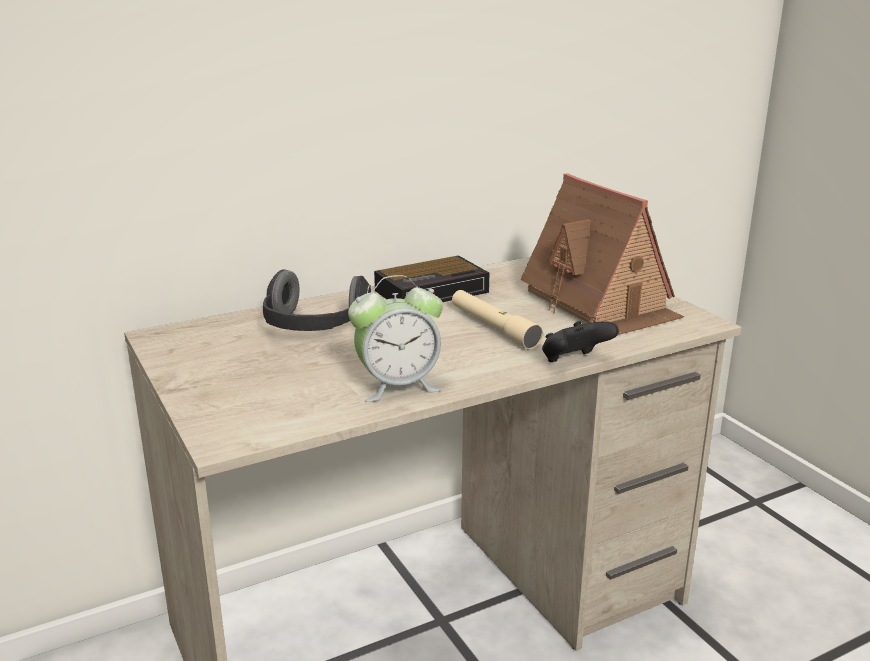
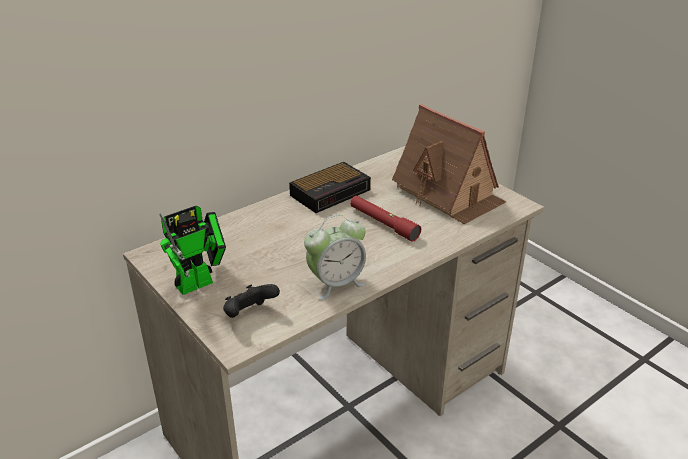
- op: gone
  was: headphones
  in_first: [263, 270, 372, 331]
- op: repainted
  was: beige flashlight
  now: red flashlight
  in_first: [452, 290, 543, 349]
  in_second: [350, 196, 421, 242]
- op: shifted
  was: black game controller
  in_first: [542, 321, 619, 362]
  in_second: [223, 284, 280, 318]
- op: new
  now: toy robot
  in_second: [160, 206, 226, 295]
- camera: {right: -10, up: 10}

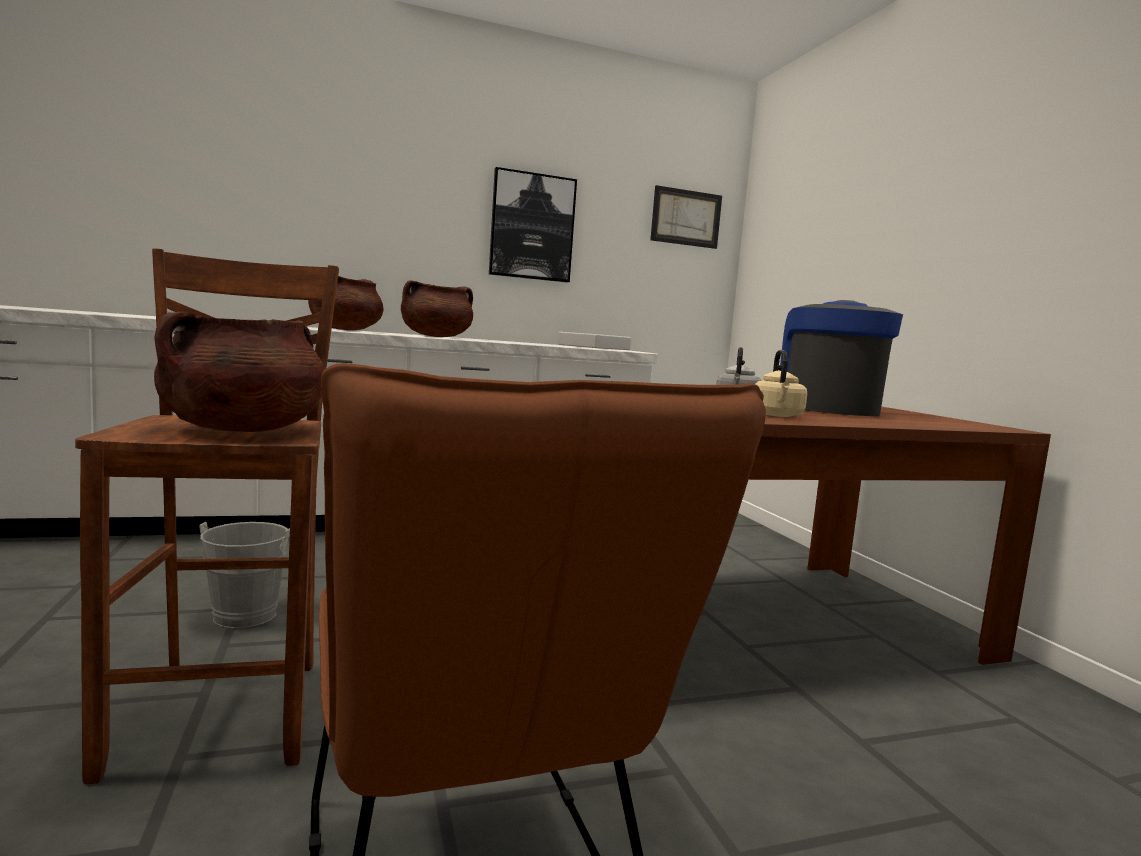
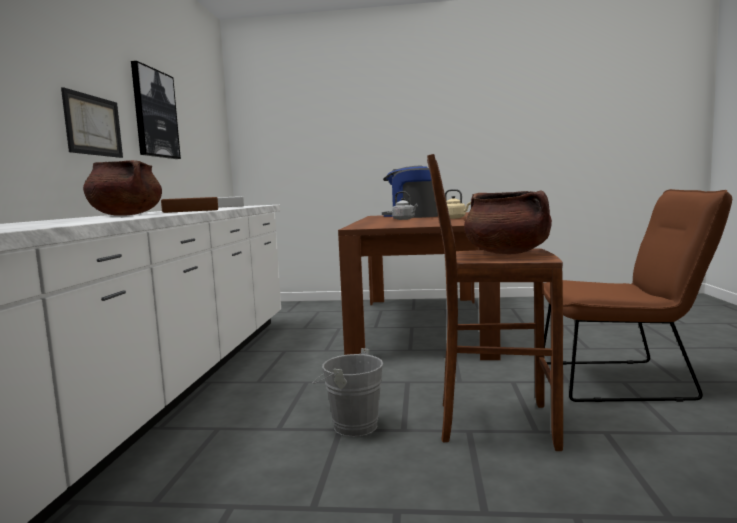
- op: shifted
  was: picture
  in_first: [650, 185, 722, 249]
  in_second: [61, 87, 123, 158]
- op: swapped
  was: brown cooking pot
  now: brown tray
  in_first: [401, 280, 473, 337]
  in_second: [161, 197, 218, 213]
- camera: {right: -65, up: 0}

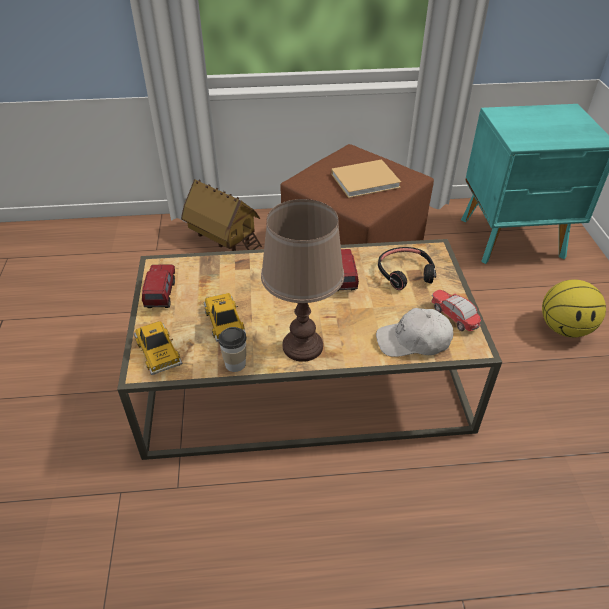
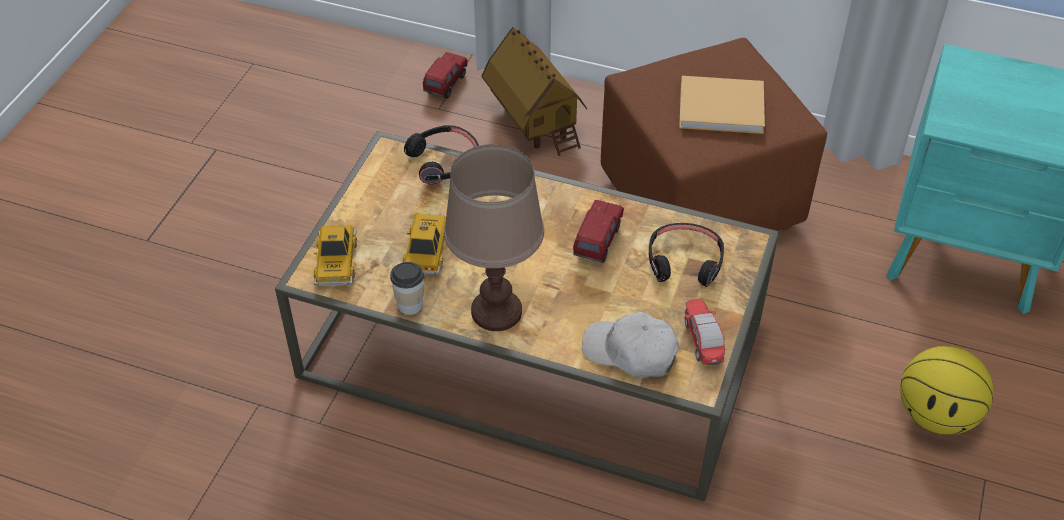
- op: shifted
  was: toy truck
  in_first: [142, 264, 175, 308]
  in_second: [423, 52, 467, 99]
- op: new
  now: black headphones
  in_second: [404, 125, 479, 184]
- camera: {right: 25, up: 5}

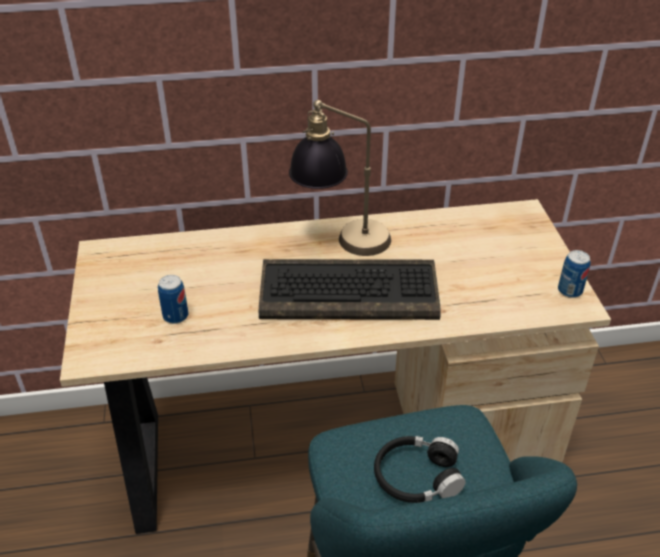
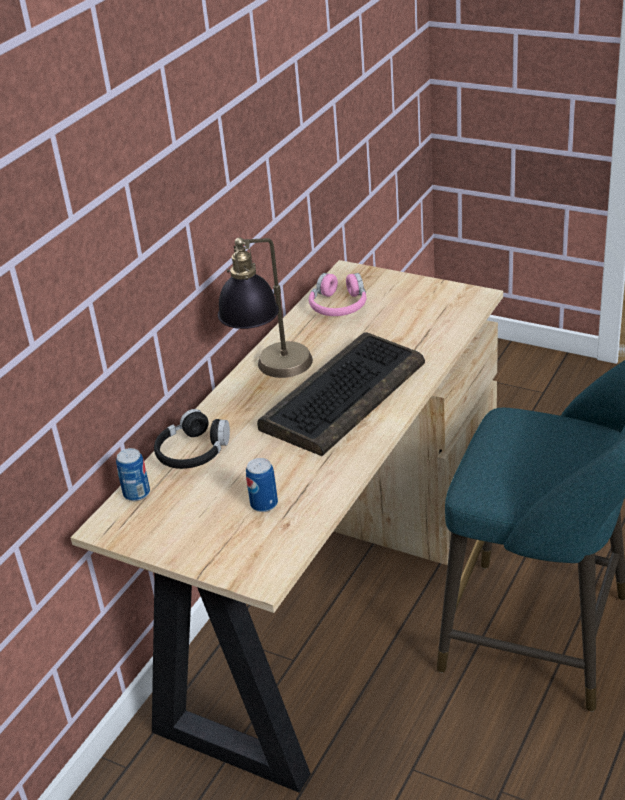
- op: shifted
  was: can
  in_first: [558, 250, 591, 298]
  in_second: [116, 448, 150, 501]
- op: shifted
  was: black headphones
  in_first: [374, 436, 466, 503]
  in_second: [154, 409, 230, 469]
- op: new
  now: pink headphones
  in_second: [309, 273, 366, 316]
- camera: {right: -50, up: -5}

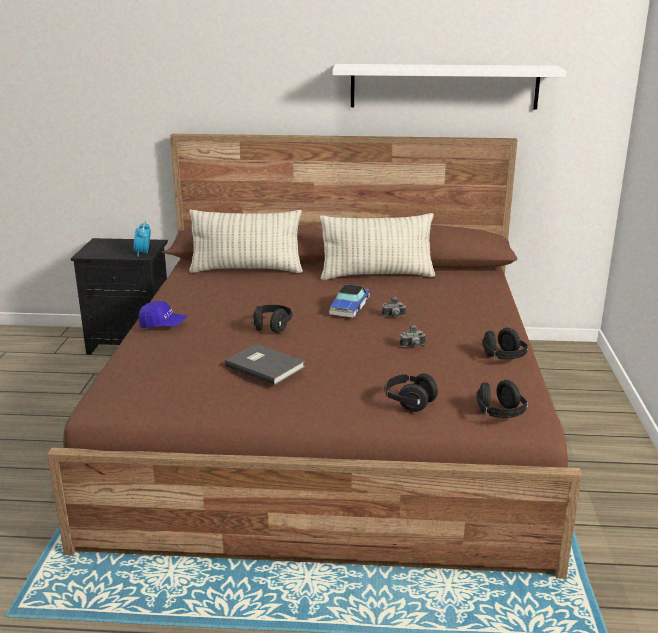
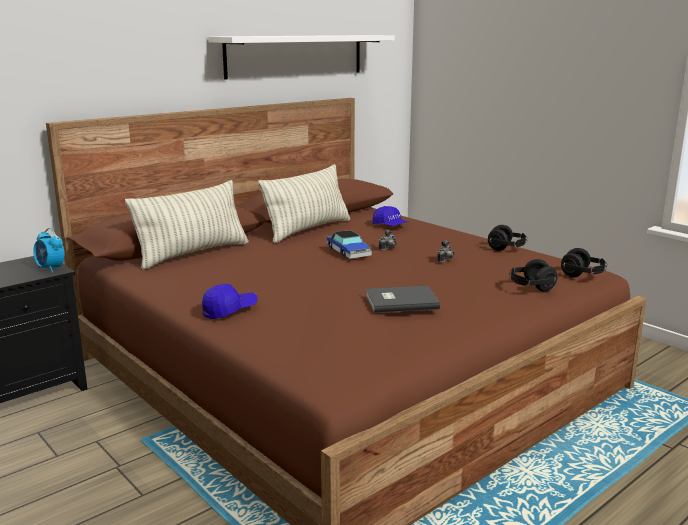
- op: gone
  was: black headphones
  in_first: [253, 305, 292, 333]
- op: new
  now: blue cap
  in_second: [372, 206, 408, 226]
- camera: {right: -45, up: -5}

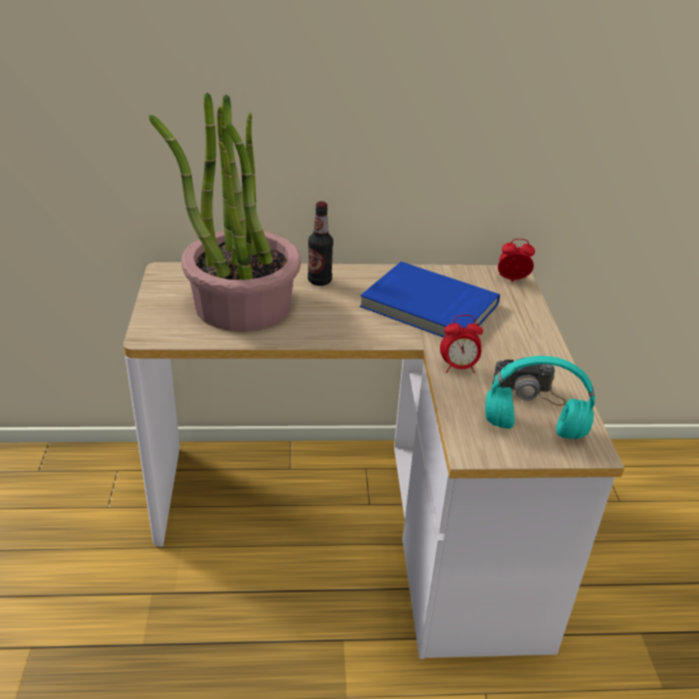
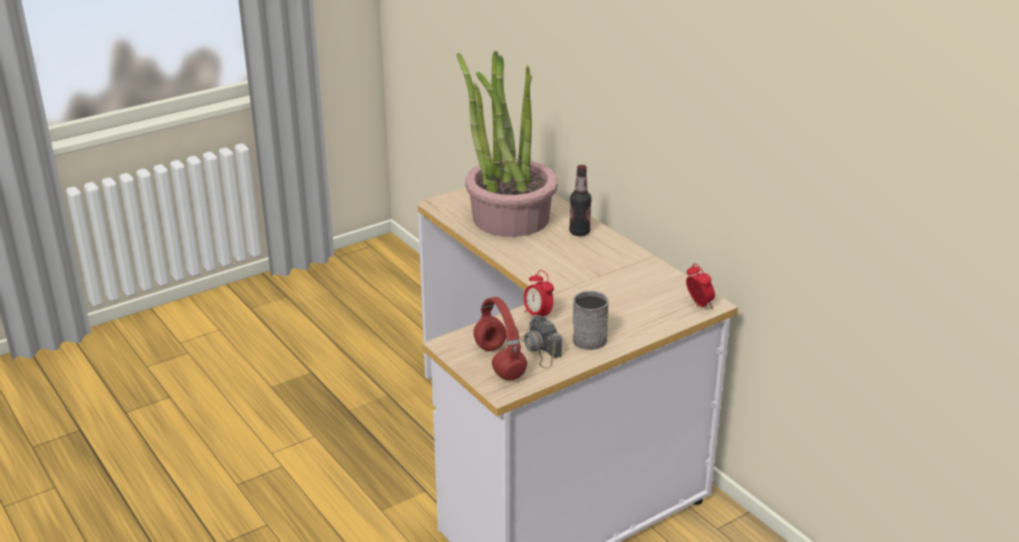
- op: gone
  was: blue book
  in_first: [360, 262, 500, 338]
- op: repainted
  was: turquoise headphones
  now: red headphones
  in_first: [485, 356, 595, 439]
  in_second: [473, 297, 527, 380]
- op: new
  now: grey mug
  in_second: [573, 291, 609, 350]
- camera: {right: 60, up: -5}

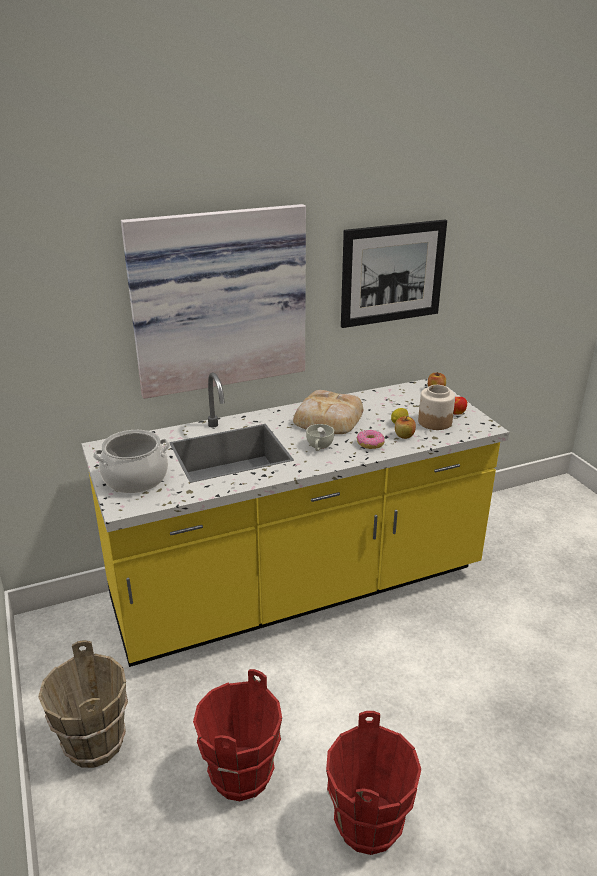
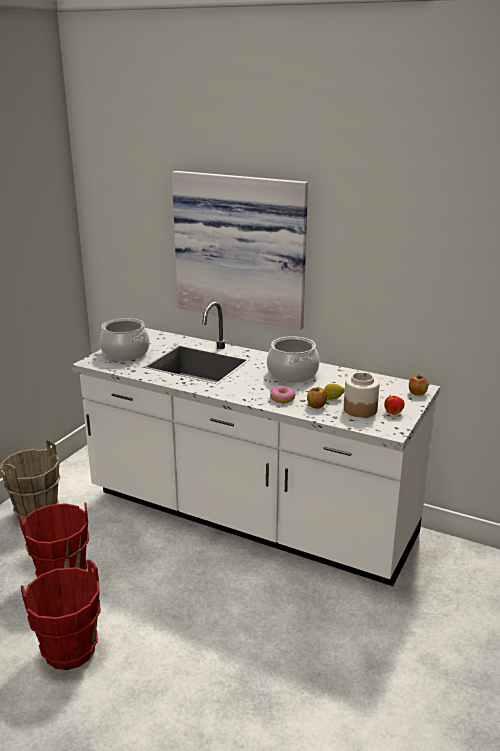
- op: gone
  was: picture
  in_first: [341, 220, 447, 328]
- op: repainted
  was: yellow counter
  now: white counter
  in_first: [81, 372, 509, 667]
  in_second: [72, 302, 440, 586]
- op: swapped
  was: bread
  now: cooking pot
  in_first: [293, 390, 363, 434]
  in_second: [267, 336, 319, 383]
- op: gone
  was: white cup
  in_first: [306, 424, 334, 451]
- camera: {right: 50, up: -5}

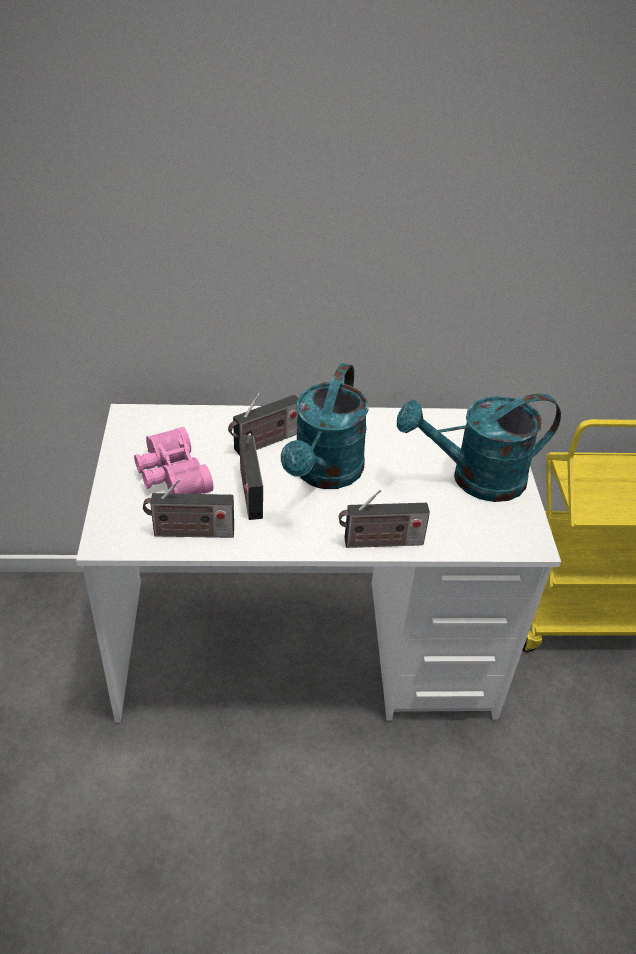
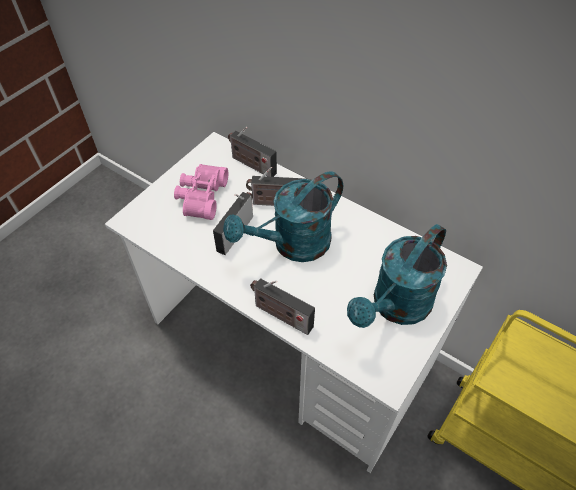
- op: rotated
  was: turquoise watering can
  in_first: [397, 393, 561, 502]
  in_second: [347, 224, 447, 328]
  clockwise: -75
- op: shifted
  was: radio
  in_first: [143, 479, 234, 538]
  in_second: [228, 127, 277, 177]
- camera: {right: 40, up: 10}

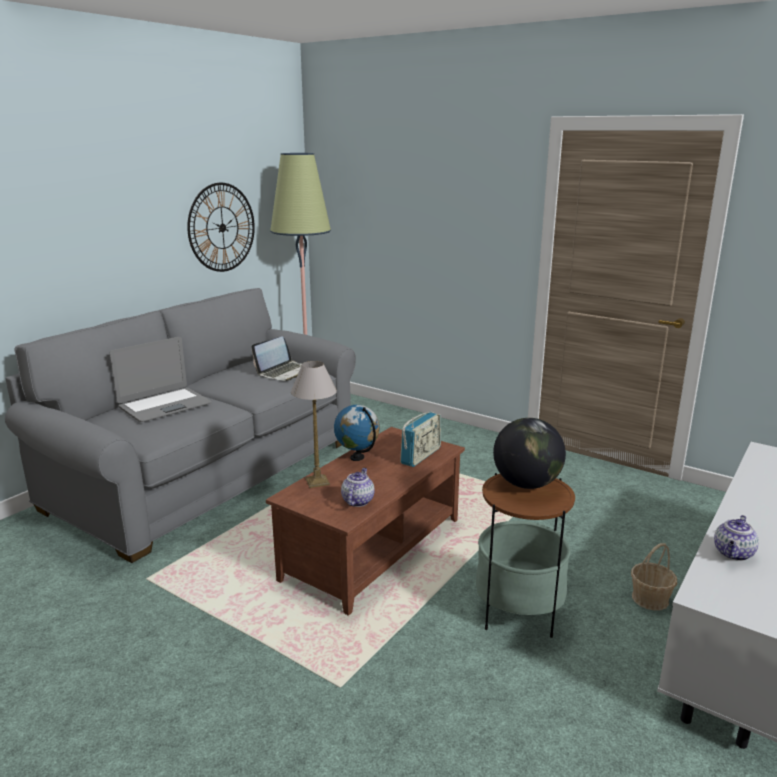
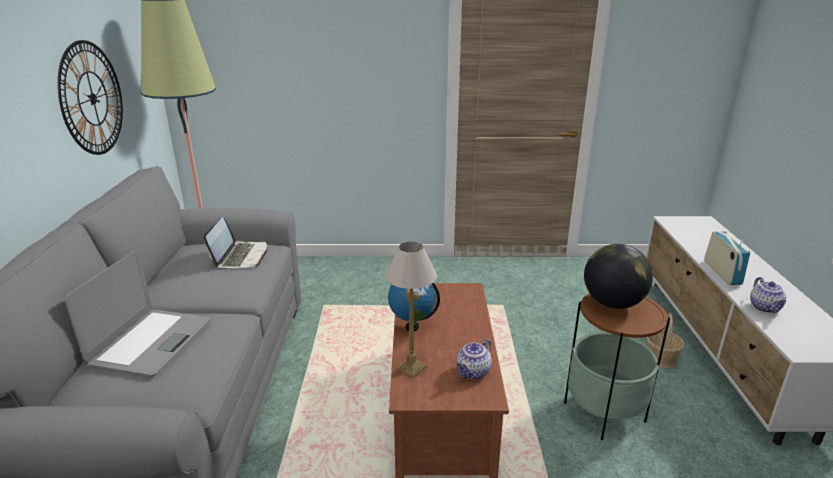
- op: shifted
  was: radio
  in_first: [400, 412, 441, 467]
  in_second: [704, 231, 750, 285]
- op: rotated
  was: teapot
  in_first: [341, 468, 375, 507]
  in_second: [457, 339, 492, 379]
  clockwise: -120
- camera: {right: -35, up: 5}

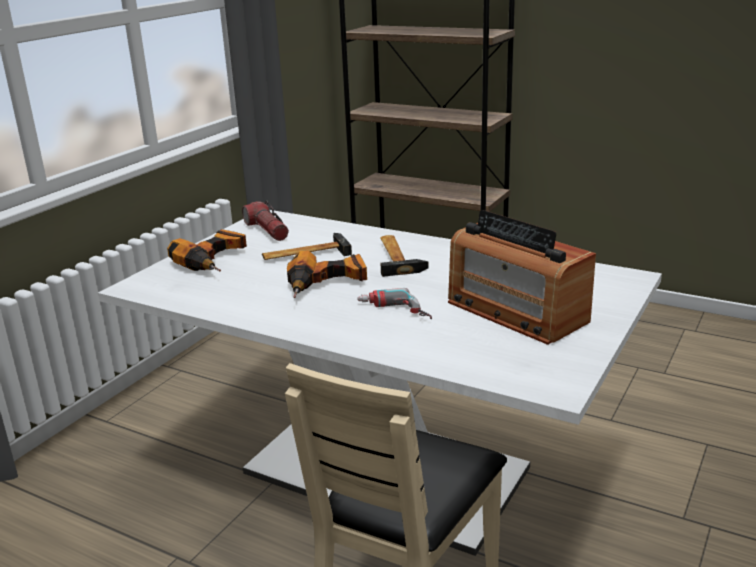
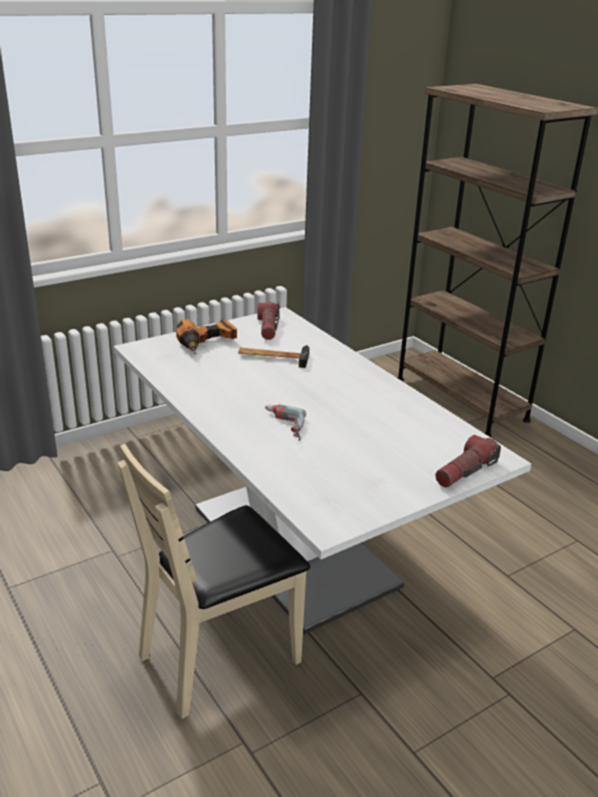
- op: gone
  was: radio
  in_first: [448, 210, 596, 345]
- op: gone
  was: hammer
  in_first: [380, 235, 429, 277]
- op: gone
  was: power drill
  in_first: [287, 251, 367, 298]
- op: new
  now: flashlight
  in_second: [435, 435, 501, 488]
- camera: {right: 25, up: 5}

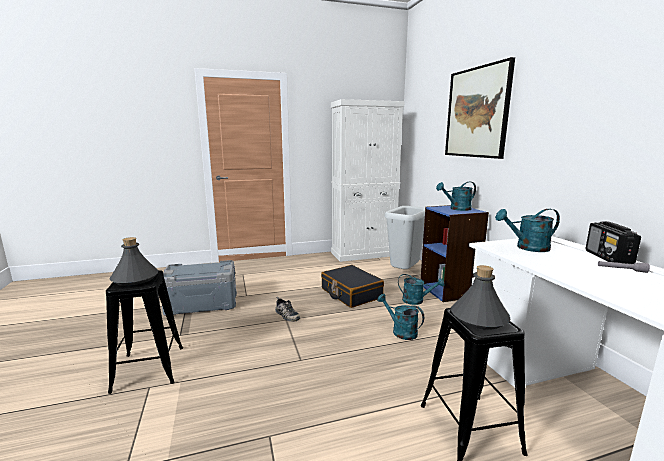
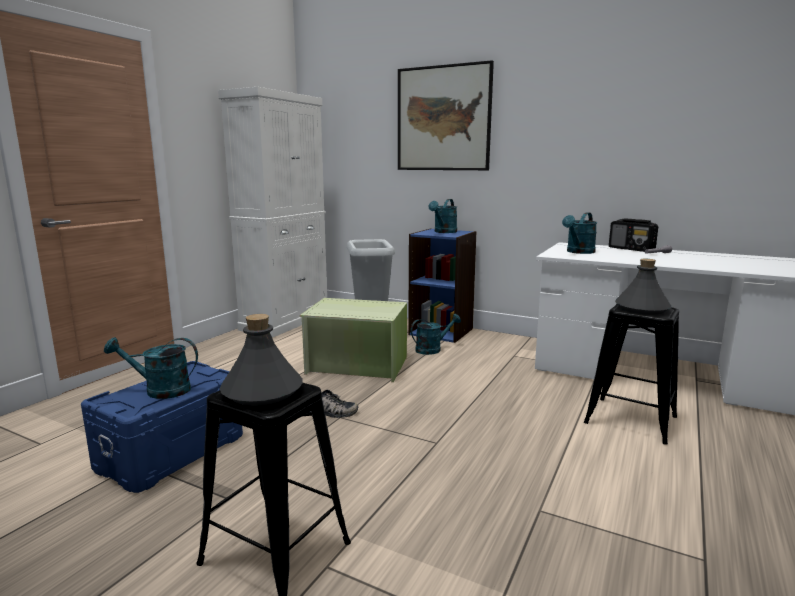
- op: repainted
  was: grey storage box
  now: blue storage box
  in_first: [162, 260, 237, 316]
  in_second: [81, 361, 243, 493]
- op: swapped
  was: black suitcase
  now: green storage box
  in_first: [321, 265, 384, 308]
  in_second: [300, 298, 407, 382]
- op: shifted
  was: turquoise watering can
  in_first: [377, 294, 424, 340]
  in_second: [104, 337, 198, 399]
- camera: {right: -45, up: 0}

